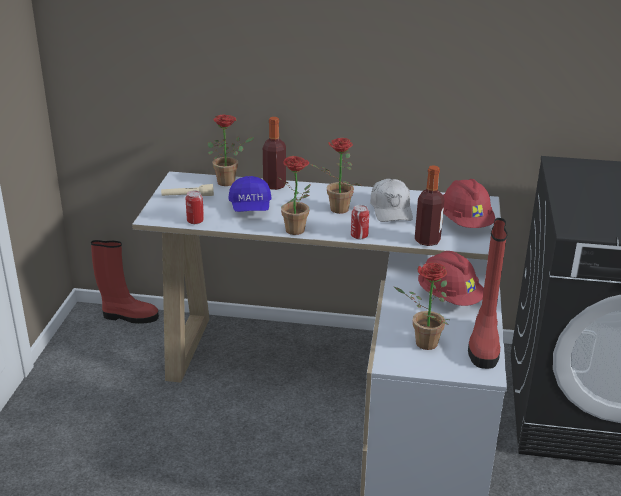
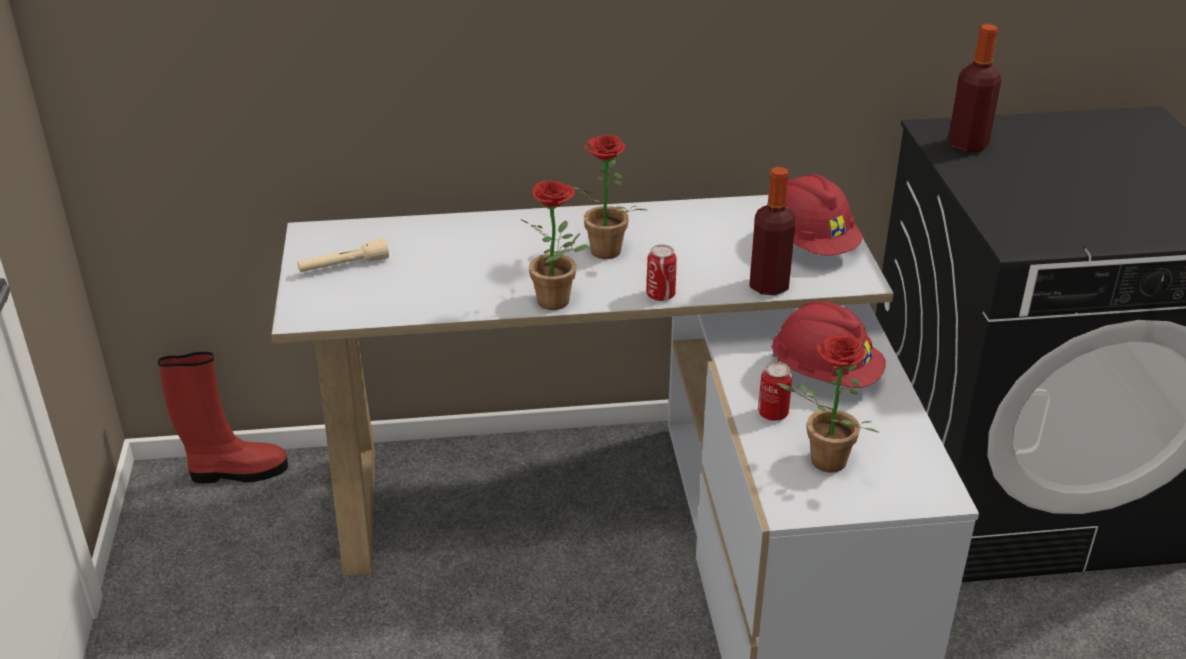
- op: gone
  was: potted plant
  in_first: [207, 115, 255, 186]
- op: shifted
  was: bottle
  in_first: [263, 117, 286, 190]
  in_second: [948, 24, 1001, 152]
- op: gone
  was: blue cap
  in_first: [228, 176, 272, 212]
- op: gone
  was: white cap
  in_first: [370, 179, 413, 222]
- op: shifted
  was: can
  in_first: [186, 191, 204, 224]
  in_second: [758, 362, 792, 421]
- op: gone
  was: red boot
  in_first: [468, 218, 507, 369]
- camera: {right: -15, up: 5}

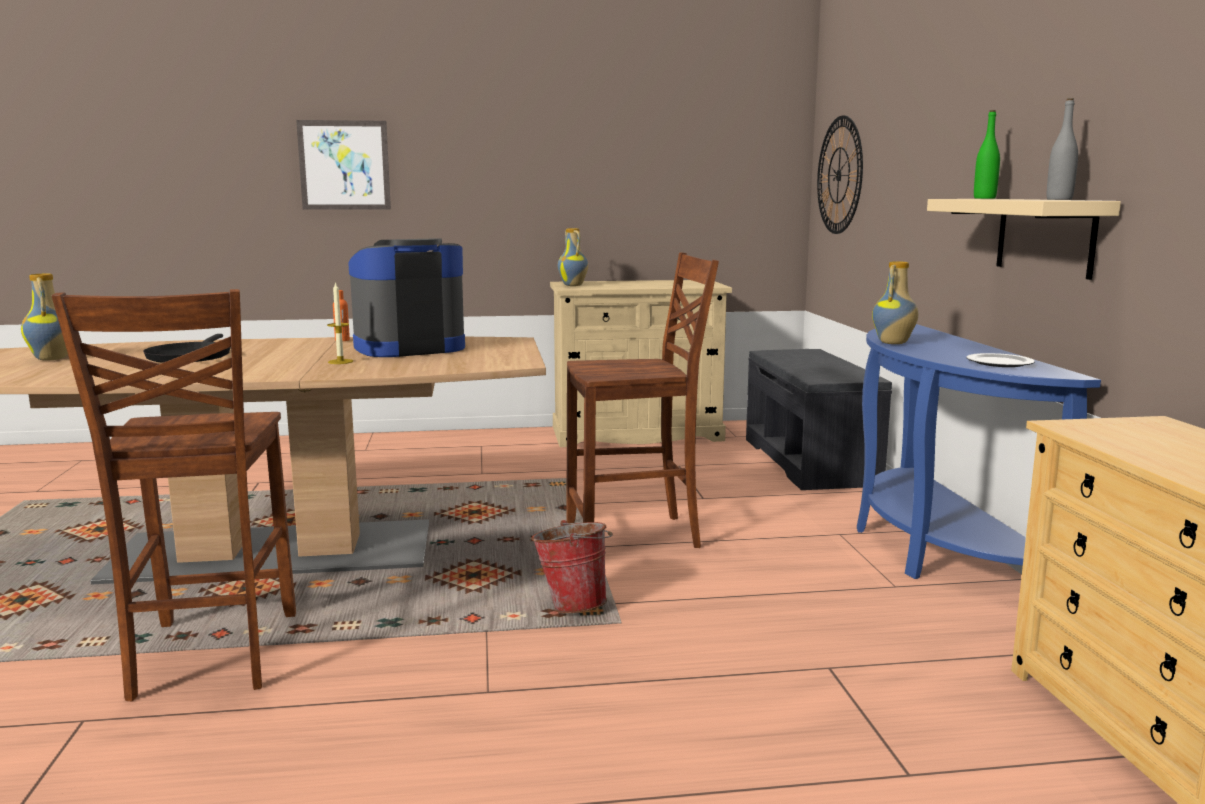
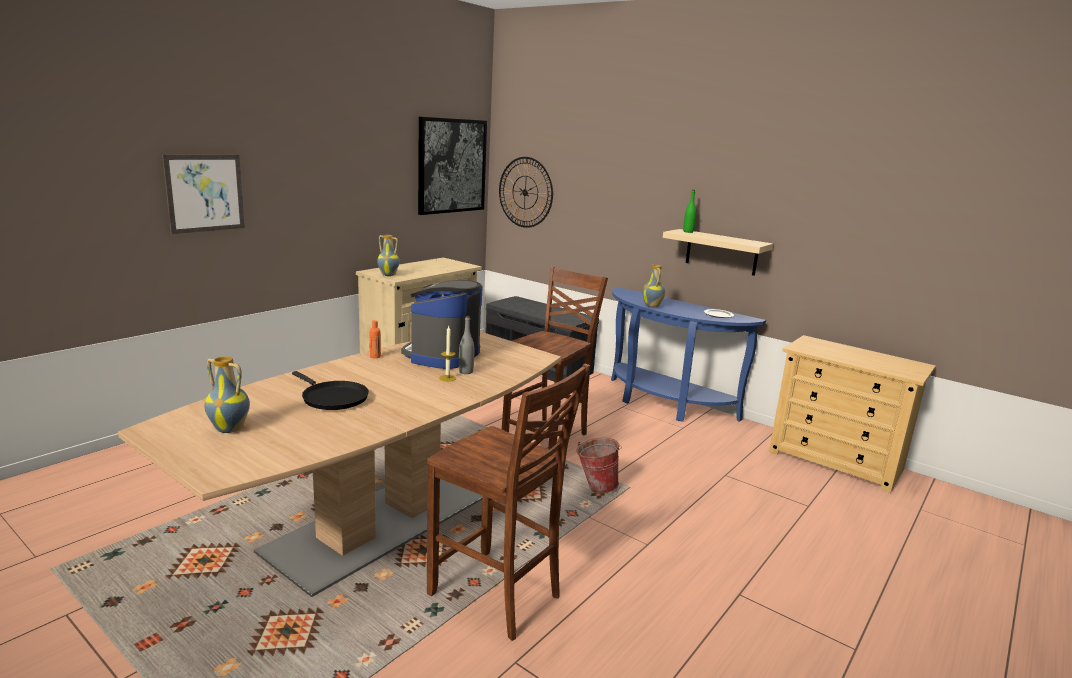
- op: shifted
  was: grey bottle
  in_first: [1047, 98, 1078, 200]
  in_second: [459, 316, 474, 374]
- op: new
  now: picture
  in_second: [418, 117, 487, 215]
- camera: {right: -45, up: 5}

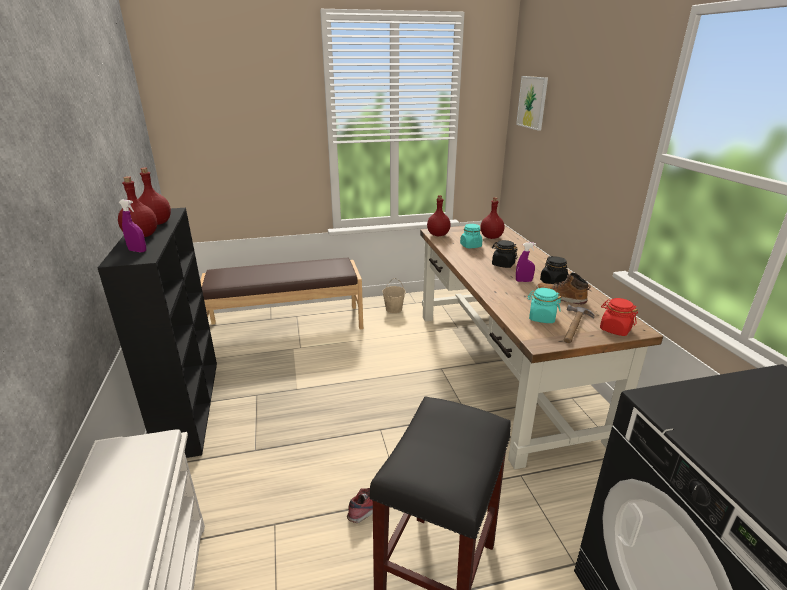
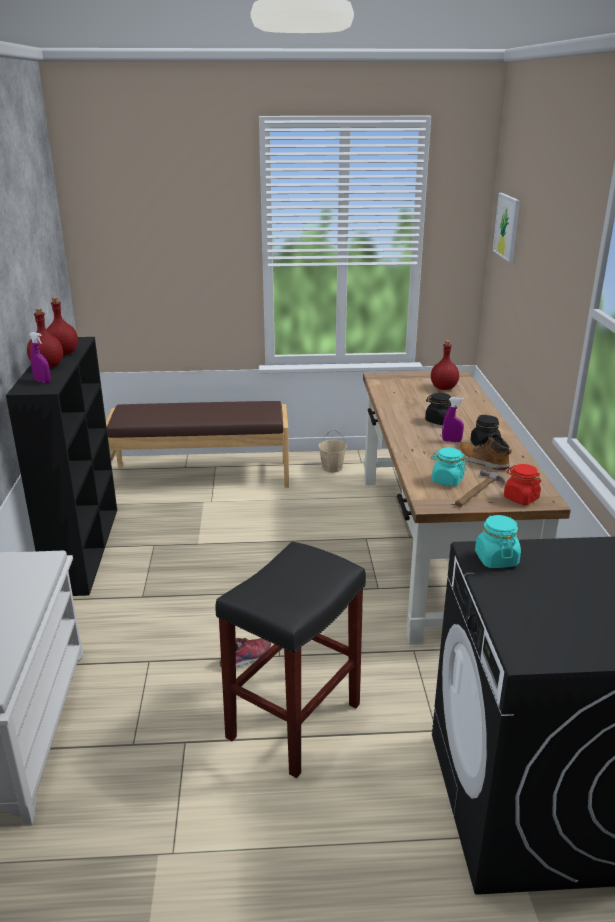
- op: gone
  was: red bottle
  in_first: [427, 195, 451, 236]
- op: shifted
  was: turquoise jar
  in_first: [460, 224, 482, 248]
  in_second: [475, 515, 521, 568]
- camera: {right: 10, up: 0}

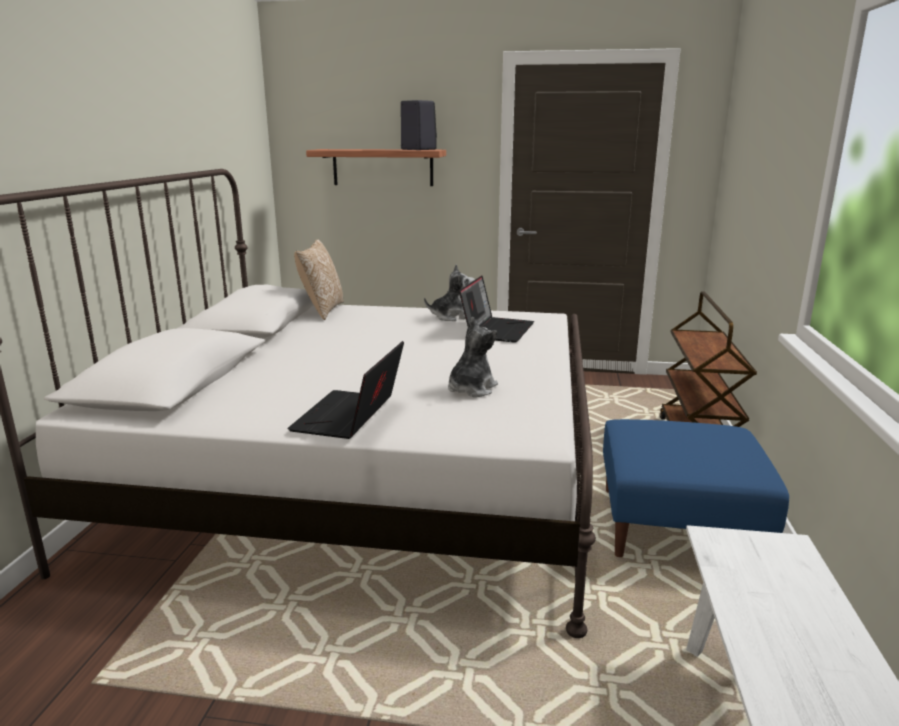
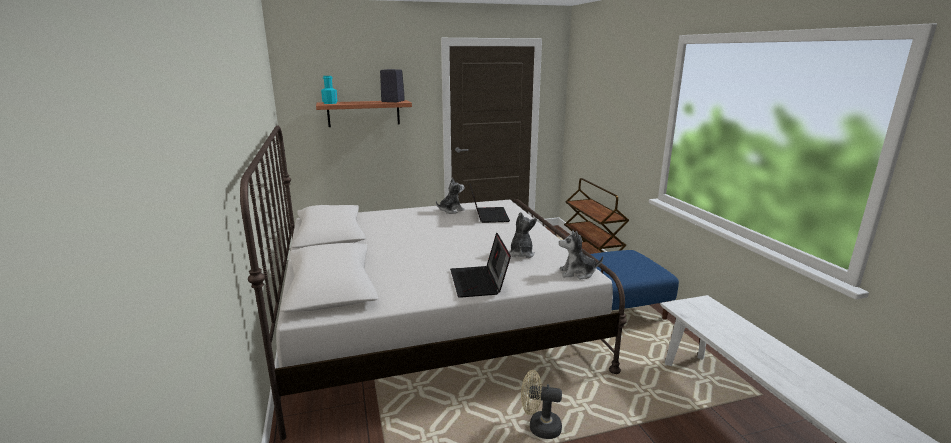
- op: gone
  was: pillow
  in_first: [294, 239, 343, 320]
- op: new
  now: turquoise bottle
  in_second: [321, 76, 338, 104]
- op: new
  now: plush toy
  in_second: [559, 230, 603, 279]
- op: new
  now: beige fan
  in_second: [521, 370, 562, 439]
- camera: {right: -25, up: 0}

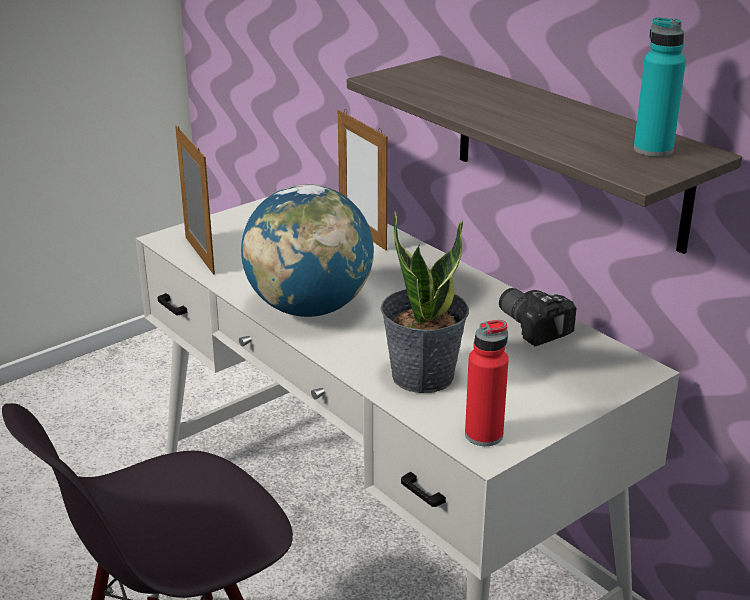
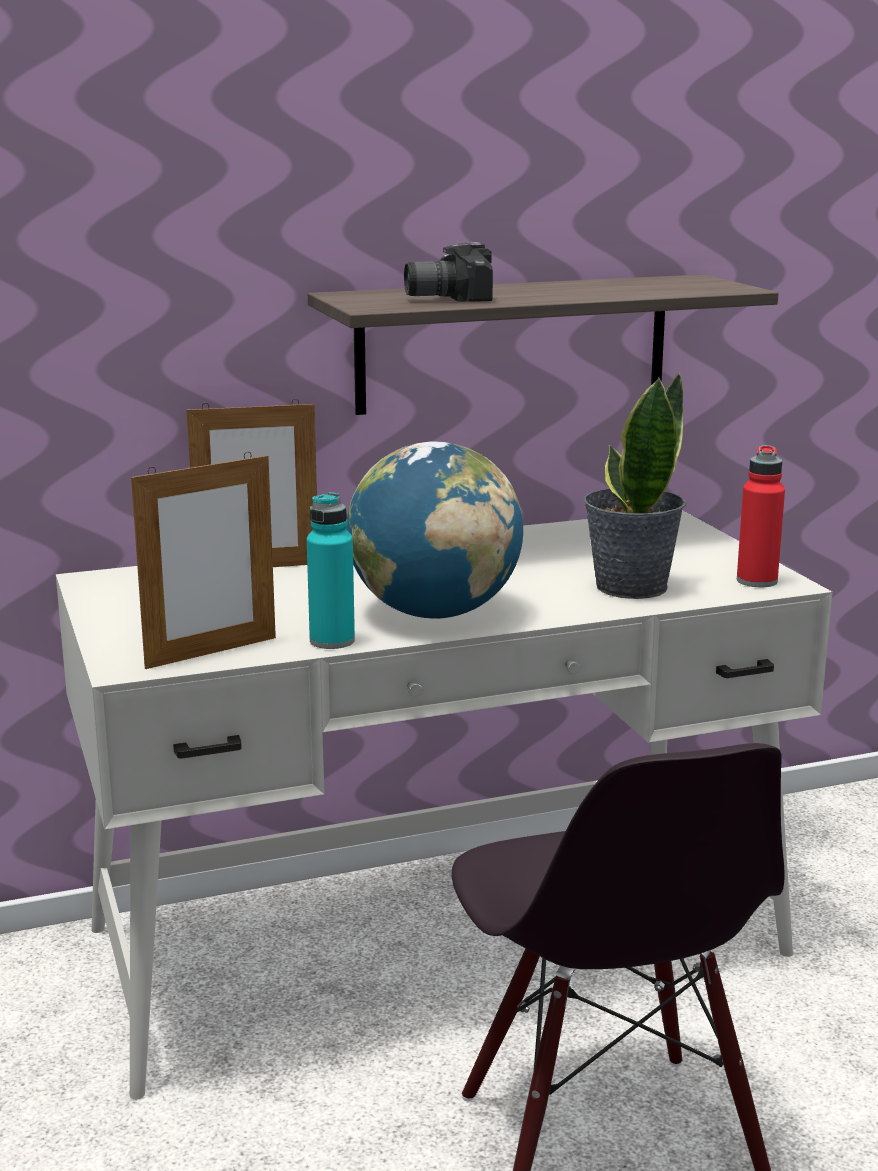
- op: shifted
  was: turquoise bottle
  in_first: [634, 17, 686, 157]
  in_second: [307, 492, 355, 649]
- op: rotated
  was: picture frame
  in_first: [175, 126, 215, 275]
  in_second: [131, 452, 276, 669]
  clockwise: 150
- op: shifted
  was: photo camera
  in_first: [499, 288, 576, 346]
  in_second: [404, 242, 493, 302]
- camera: {right: -70, up: -10}

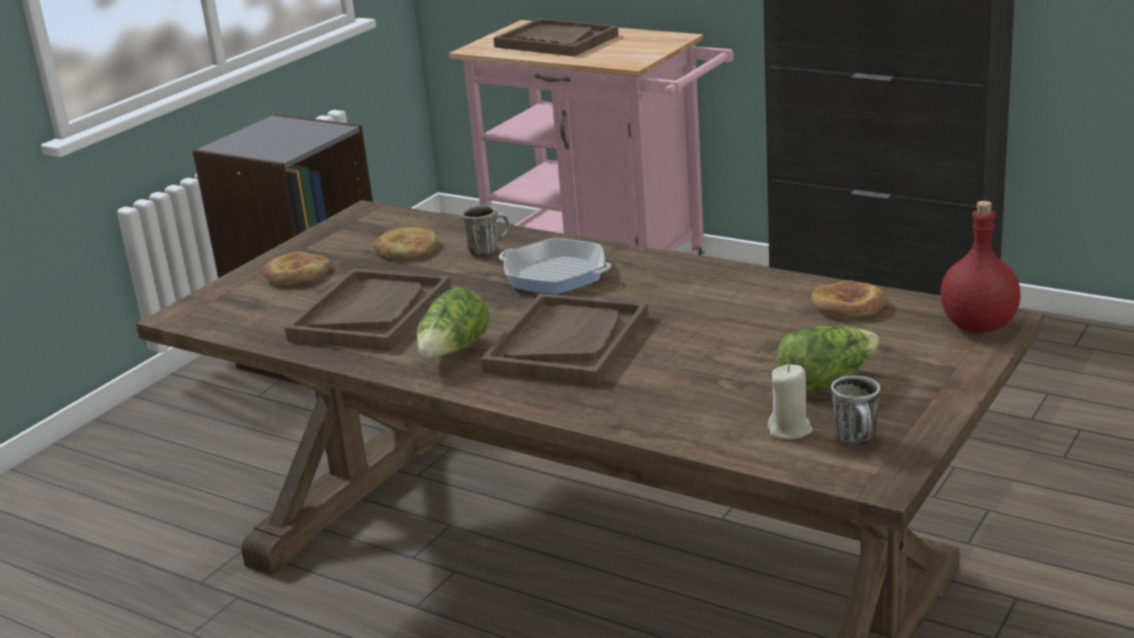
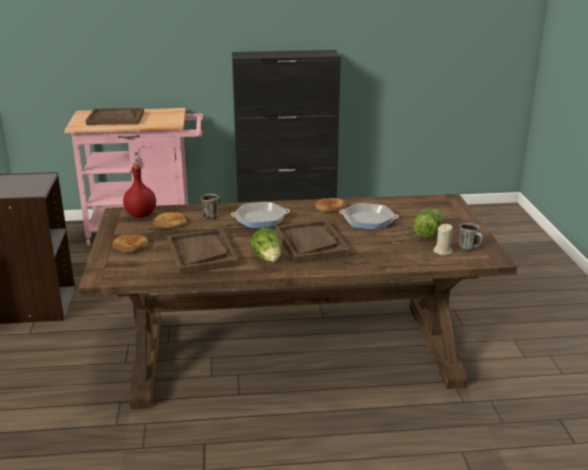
- op: shifted
  was: red bottle
  in_first: [940, 201, 1021, 333]
  in_second: [123, 162, 156, 218]
- op: shifted
  was: bread
  in_first: [811, 280, 887, 317]
  in_second: [315, 198, 346, 213]
- op: new
  now: frying pan
  in_second: [339, 203, 399, 230]
- camera: {right: -40, up: 0}

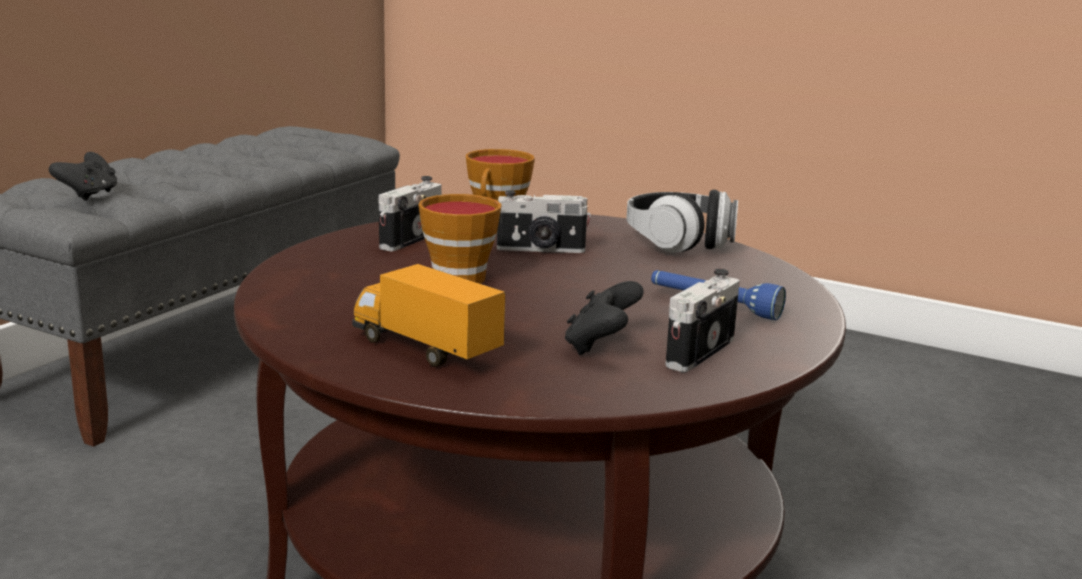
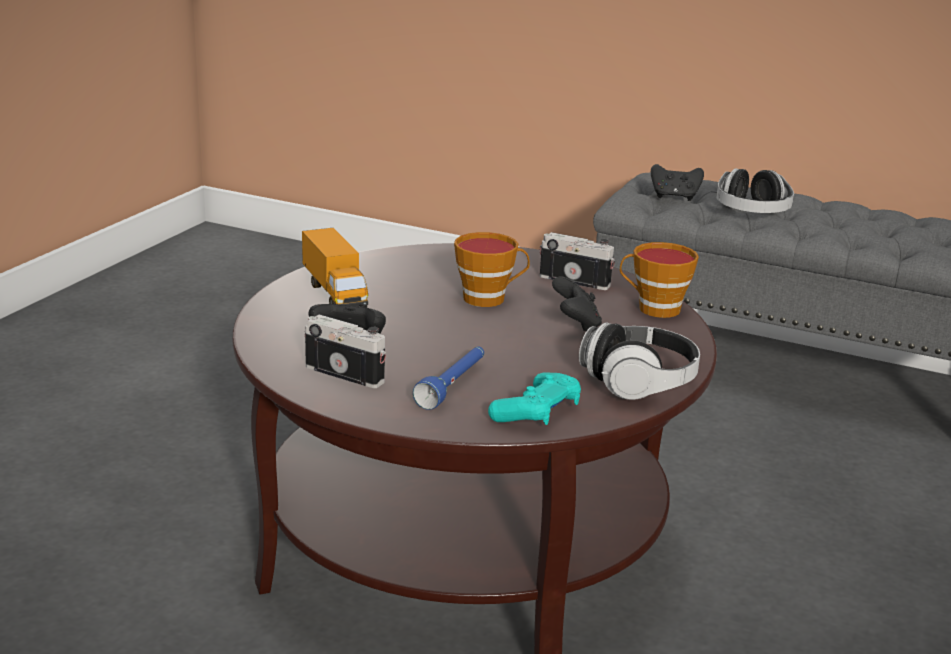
- op: swapped
  was: photo camera
  now: black game controller
  in_first: [497, 190, 591, 253]
  in_second: [552, 277, 602, 331]
- op: rotated
  was: toy truck
  in_first: [352, 264, 505, 367]
  in_second: [302, 228, 368, 307]
  clockwise: 120
- op: new
  now: headphones
  in_second: [716, 168, 794, 213]
- op: new
  now: turquoise game controller
  in_second: [488, 372, 581, 425]
- camera: {right: 85, up: 5}

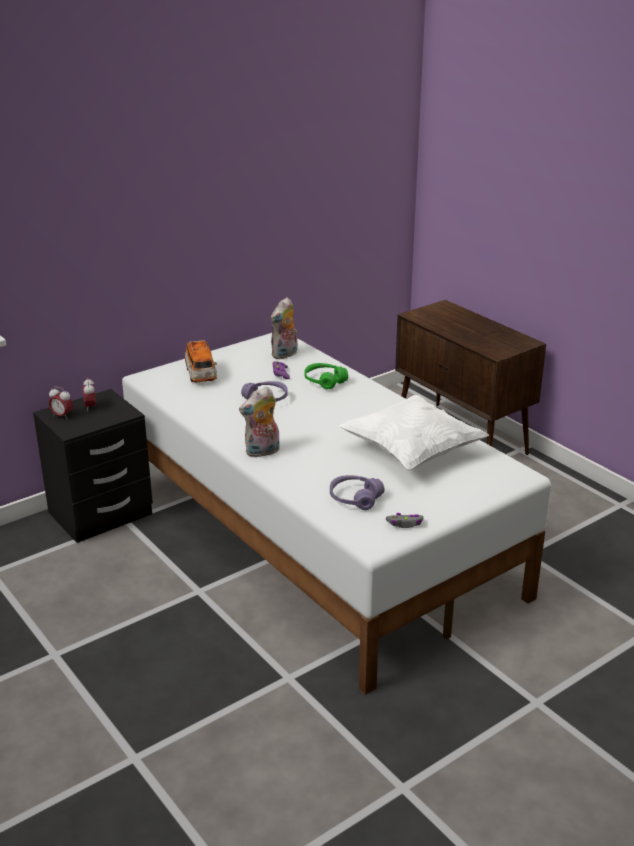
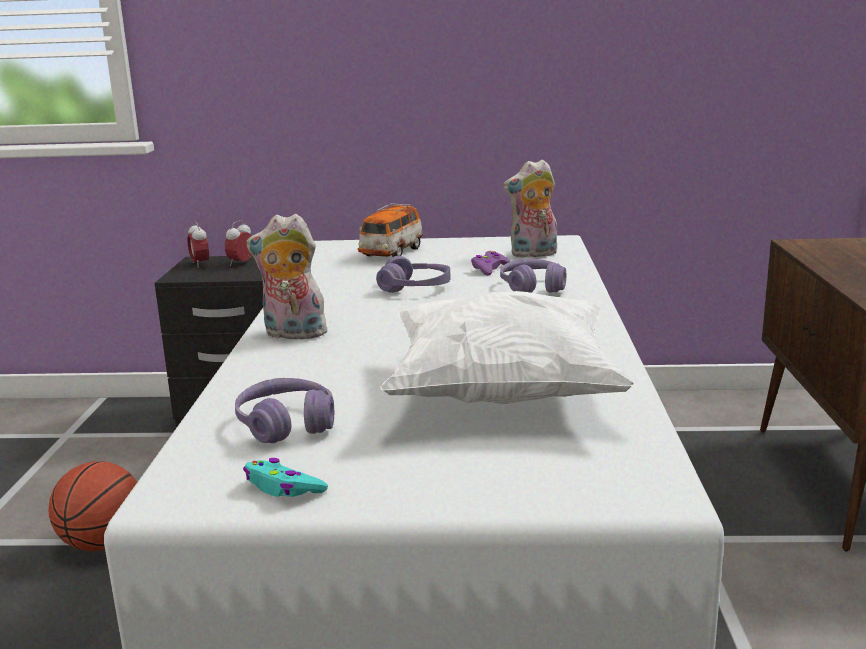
- op: repainted
  was: green headphones
  now: purple headphones
  in_first: [304, 363, 348, 389]
  in_second: [500, 258, 566, 293]
- op: repainted
  was: grey game controller
  now: turquoise game controller
  in_first: [386, 513, 423, 528]
  in_second: [243, 458, 328, 497]
- op: new
  now: basketball
  in_second: [49, 461, 137, 551]
- camera: {right: 40, up: -10}

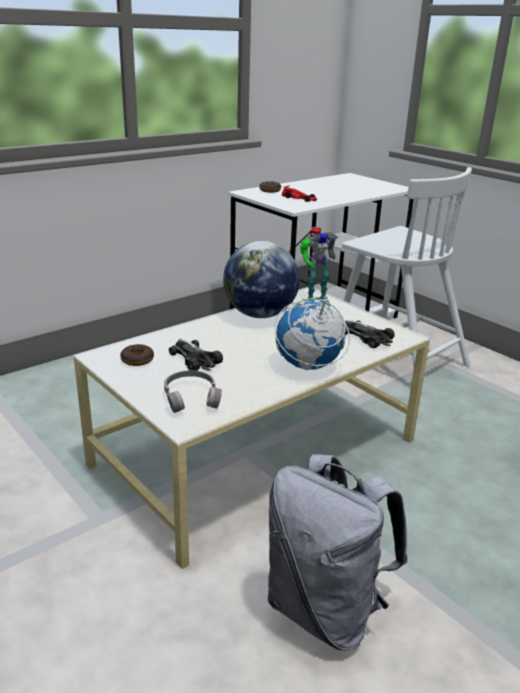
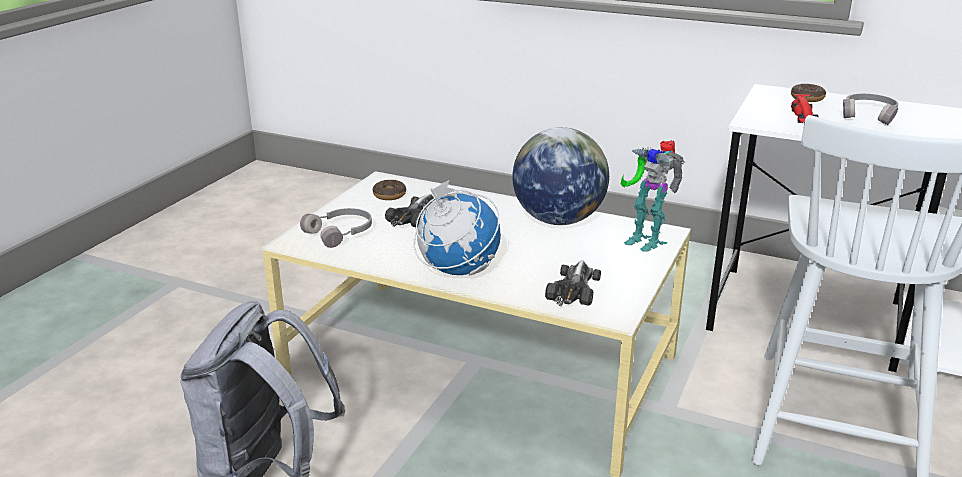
- op: new
  now: grey headphones
  in_second: [843, 94, 898, 125]
- camera: {right: 65, up: 0}

